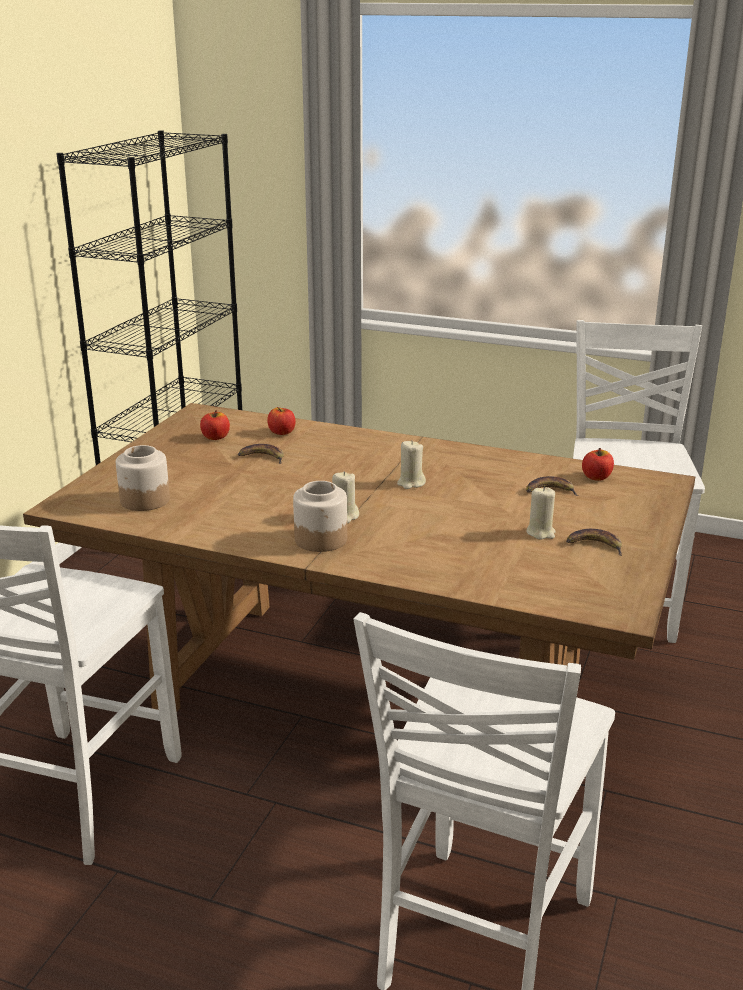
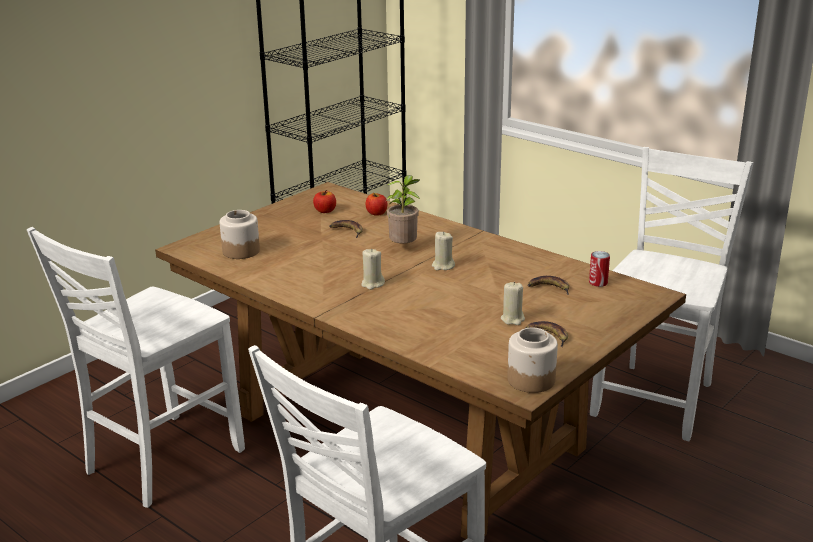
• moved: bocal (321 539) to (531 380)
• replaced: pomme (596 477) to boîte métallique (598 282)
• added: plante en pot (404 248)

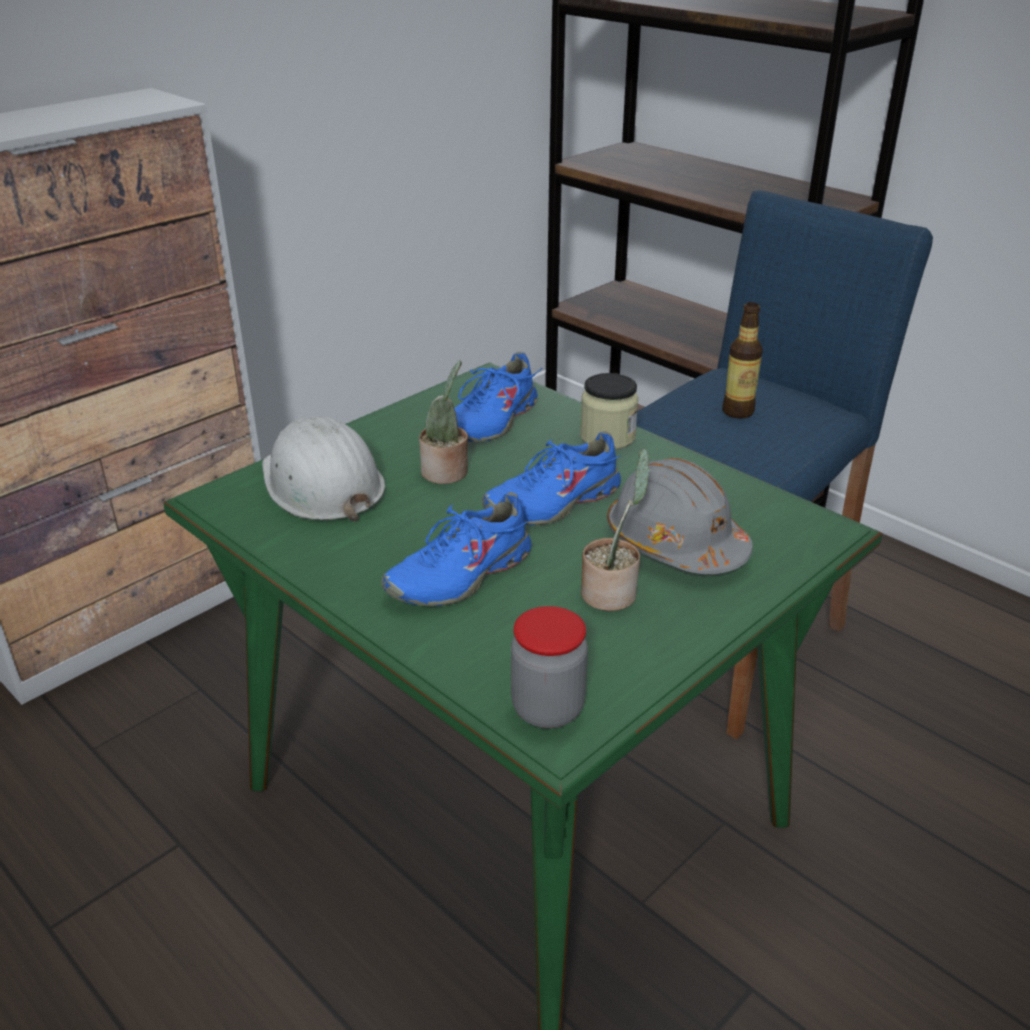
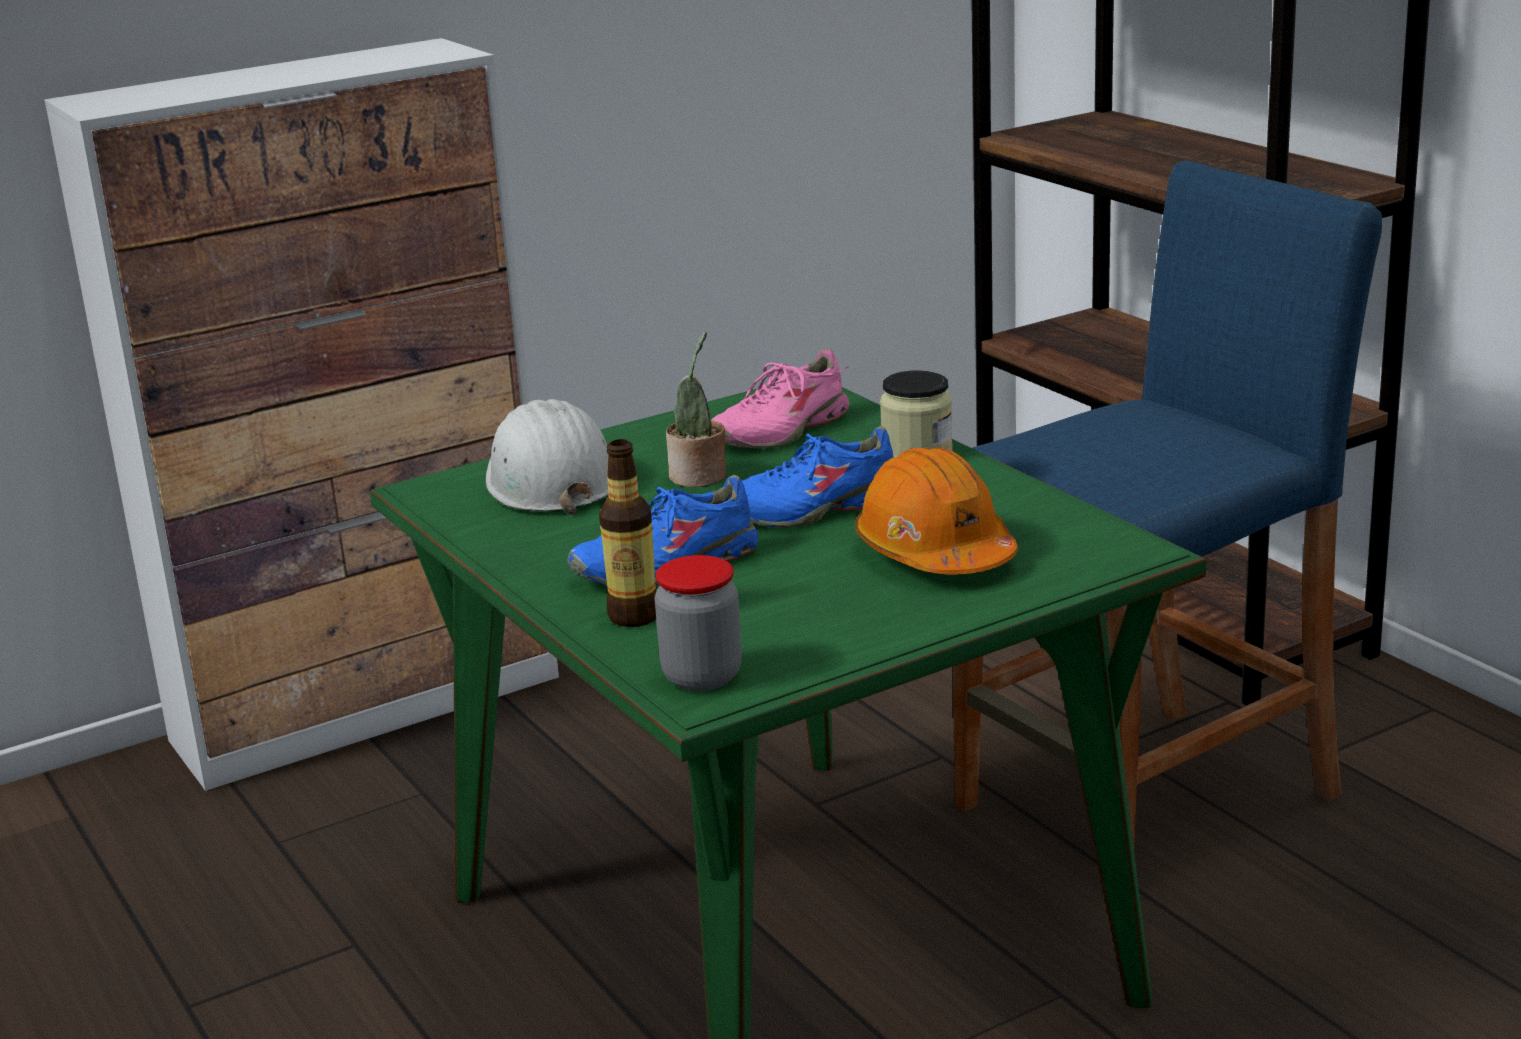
• recoloured: chaussure [bleu] (490 421) to chaussure [rose] (780 431)
• removed: plante en pot (612 592)
• recoloured: casque de chantier [gris] (675 543) to casque de chantier [orange] (935 553)
• moved: bouteille (738 411) to (634 616)

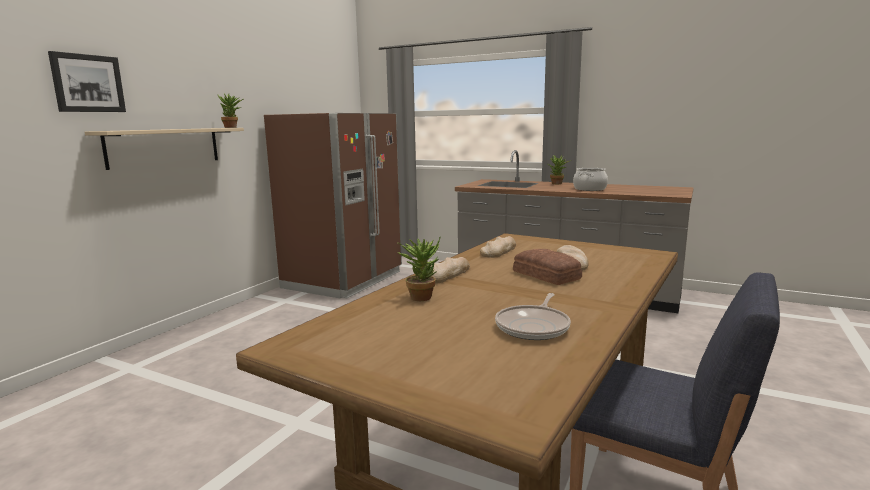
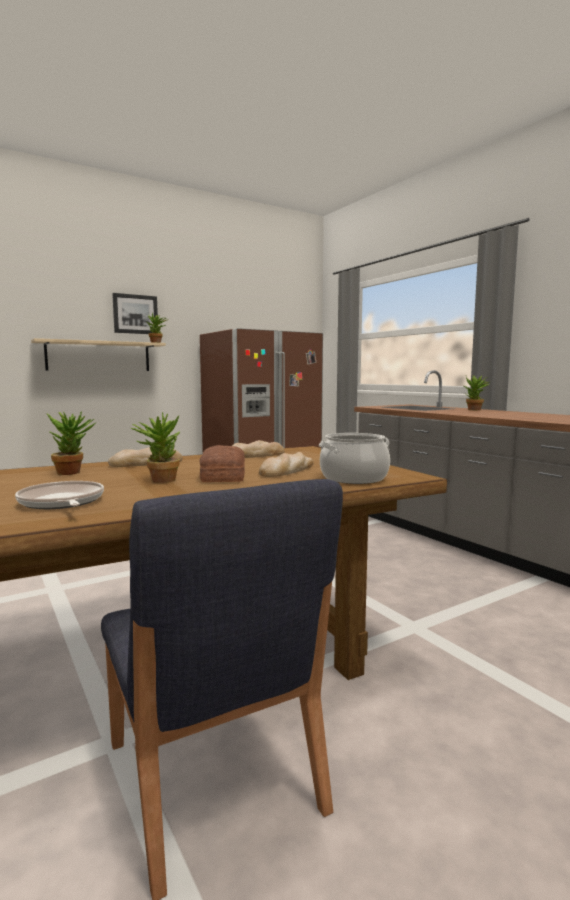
• moved: tableau (88 83) to (135 314)
• turned: poêle (534 327) = (62 503) 90 degrees clockwise
• moved: marmite (590 189) to (354 478)
• added: plante en pot (159 480)

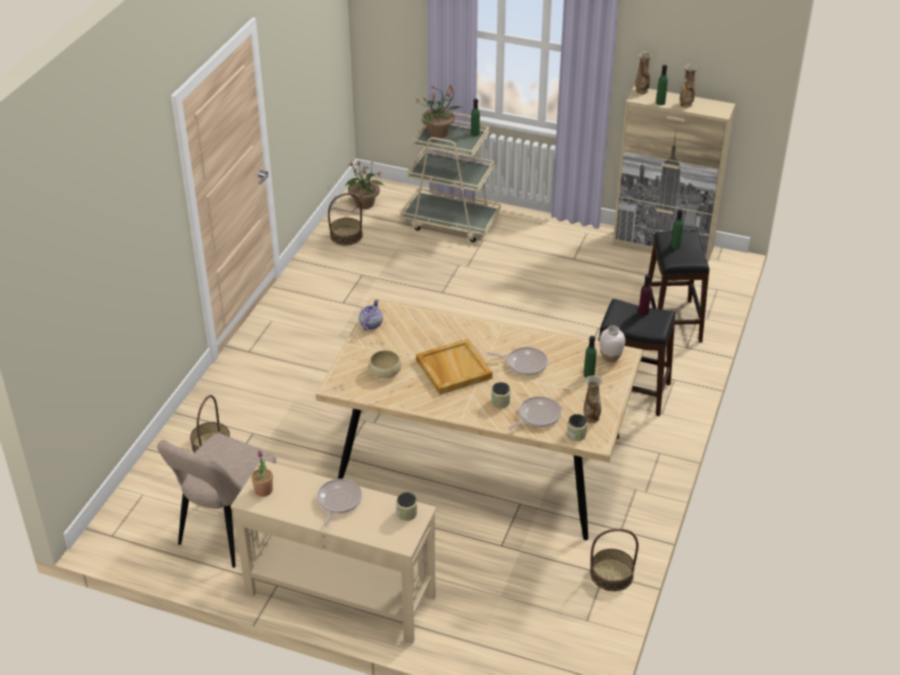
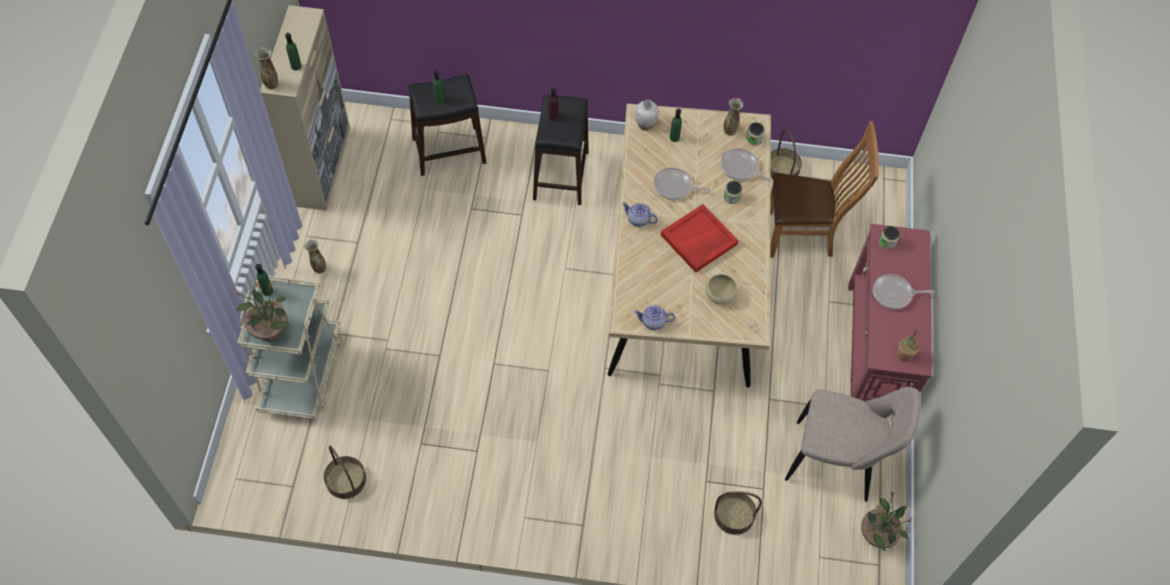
• recoloured: table console [beige] (339 594) to table console [rouge] (873 353)
• moved: plante en pot (365 204) to (877 535)
• recoloured: plateau [beige] (453 369) to plateau [rouge] (698 240)
• turned: poêle (524 364) = (674 186) 75 degrees counterclockwise
• moved: vase (686 104) to (319 268)
• added: théière (638 220)
• added: chaise [marron] (804 235)

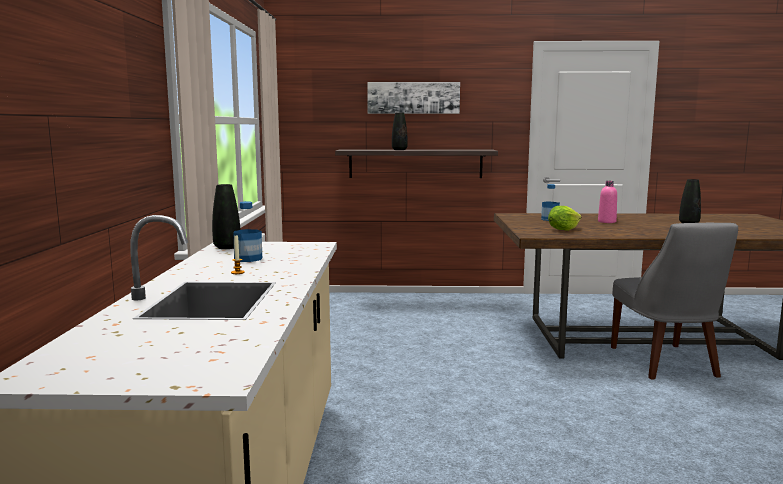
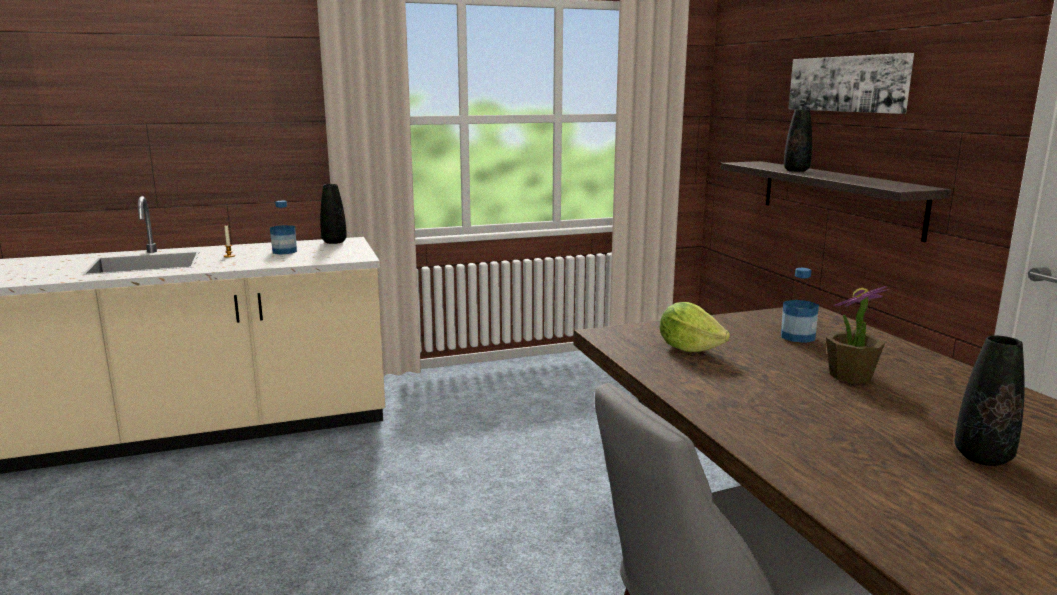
• replaced: bouteille [rose] (607 222) to plante en pot (850 376)

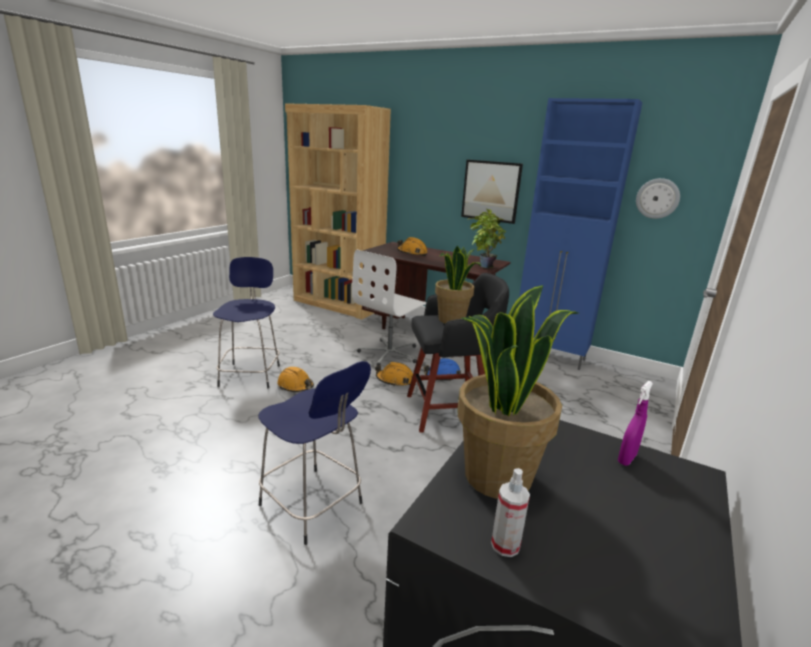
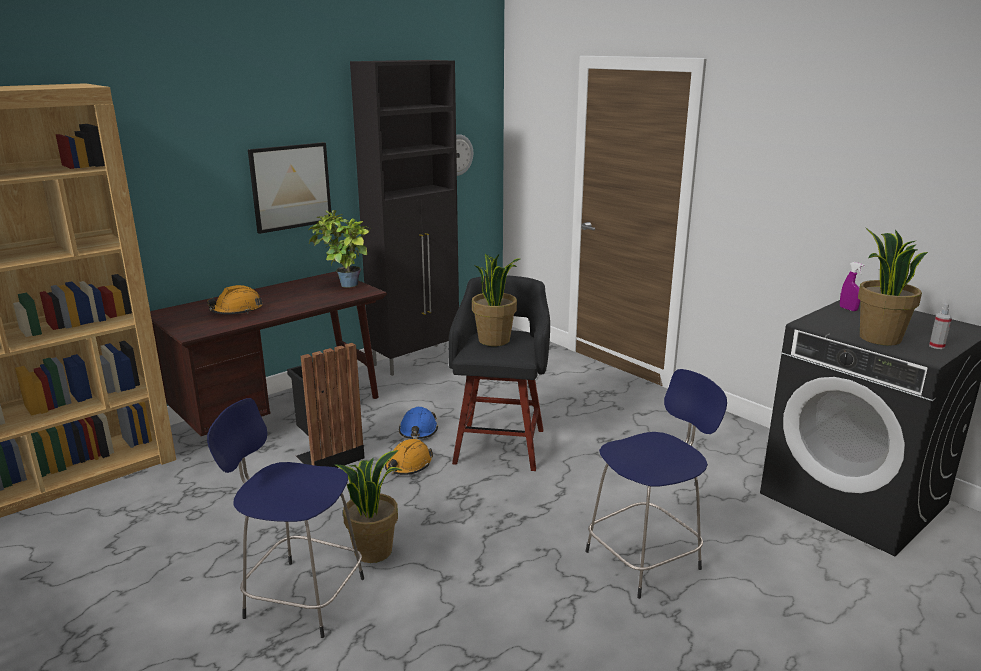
• replaced: casque de chantier [orange] (295 386) to plante en pot (373 550)
• replaced: chaise de bureau [blanc] (390 353) to poubelle [noir] (328 456)
• recoloured: meuble de rangement [bleu] (550 356) to meuble de rangement [noir] (416 359)

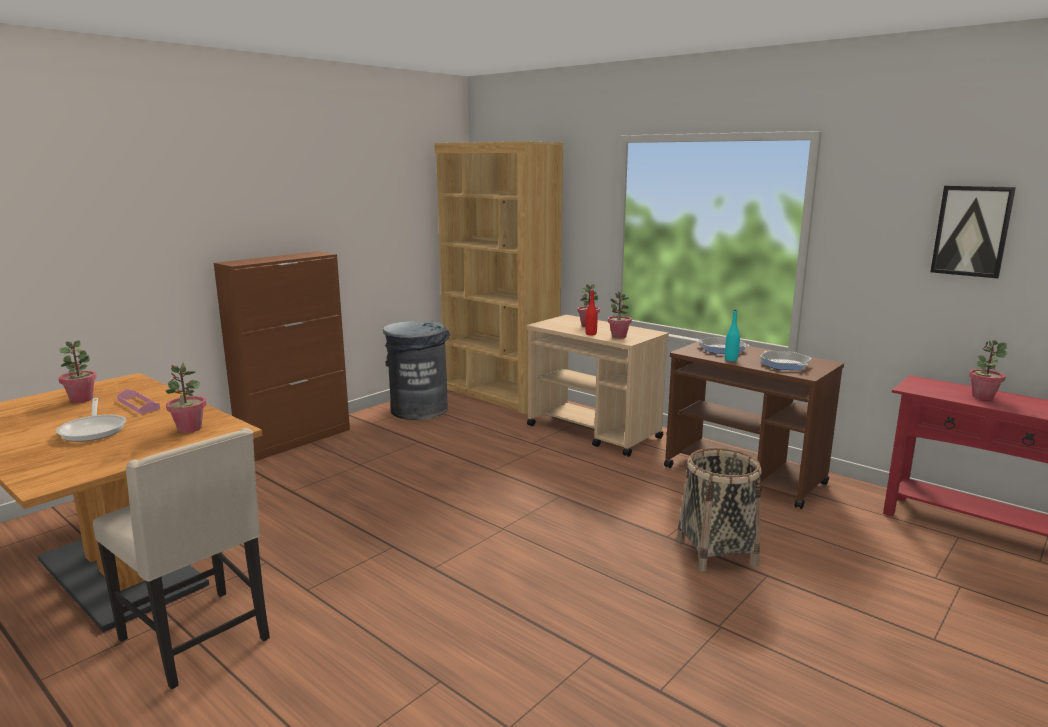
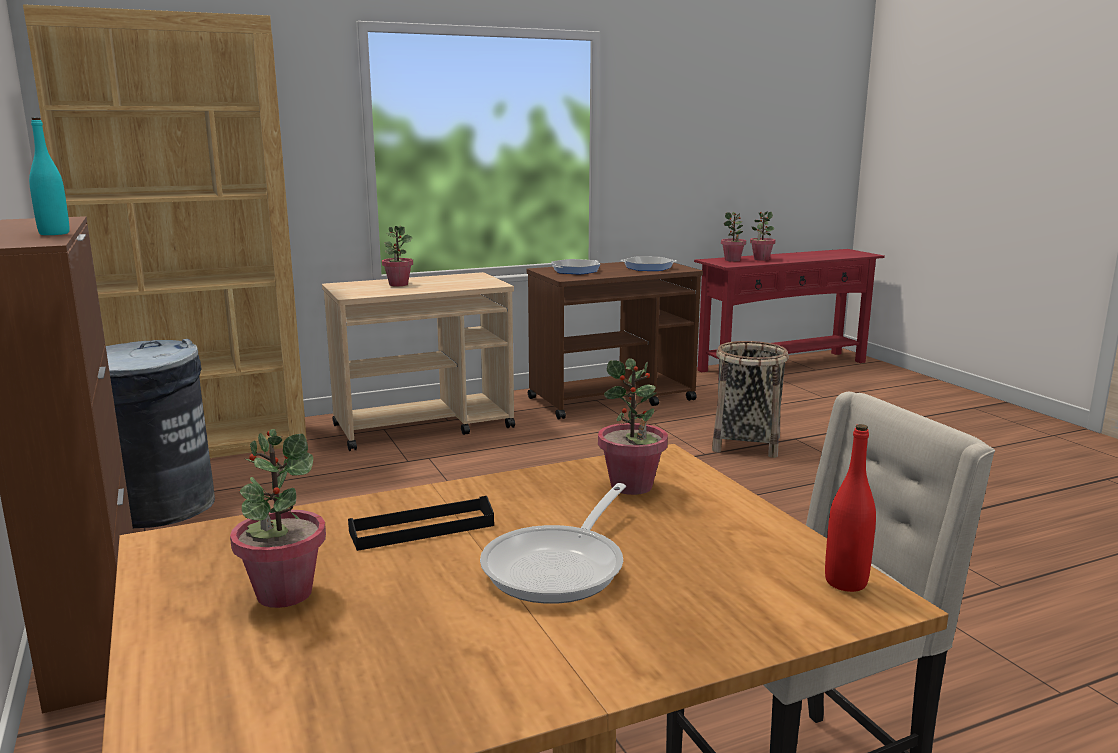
• turned: poêle (94 430) = (560 566) 120 degrees clockwise
• recoloured: plateau [rose] (138 405) to plateau [noir] (422 529)
• moved: bouteille [rouge] (591 334) to (845 582)
• moved: plante en pot (618 336) to (732 260)
• moved: bouteille [turquoise] (731 359) to (54 233)
• removed: tableau (971 231)

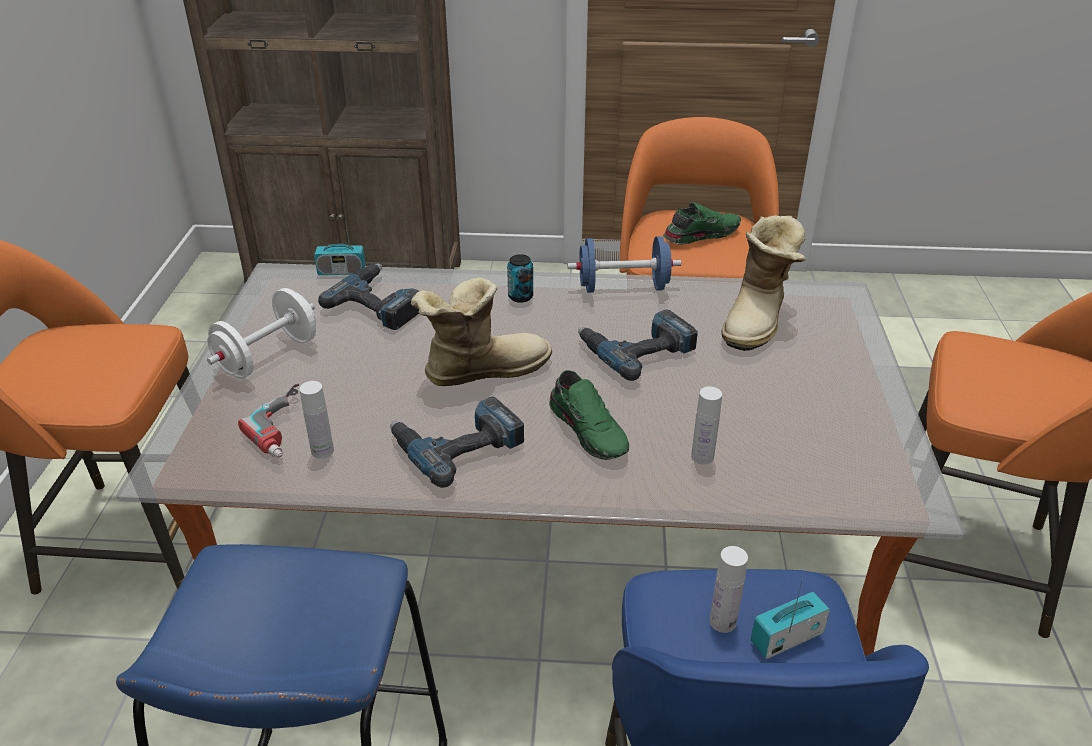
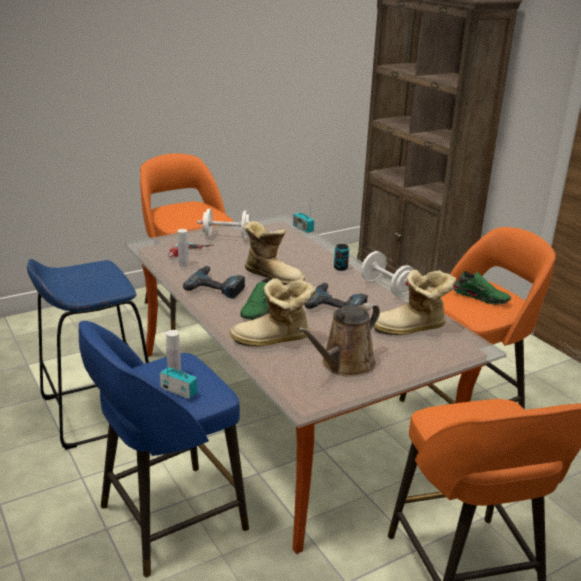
• removed: perceuse (380 303)
• recoloured: haltère [bleu] (623 287) to haltère [blanc] (386 288)
• replaced: bouteille [blanc] (702 457) to botte (273 340)
• added: arrosoir [marron] (344 365)

